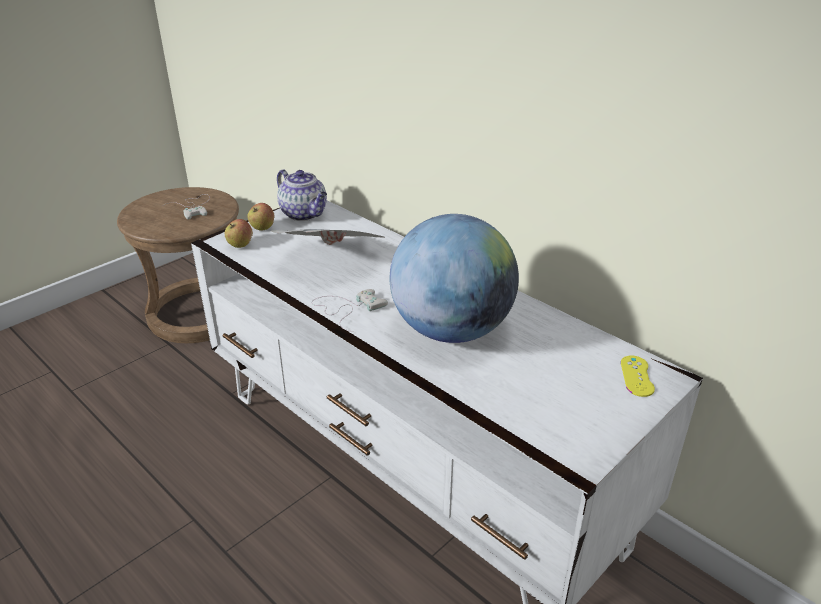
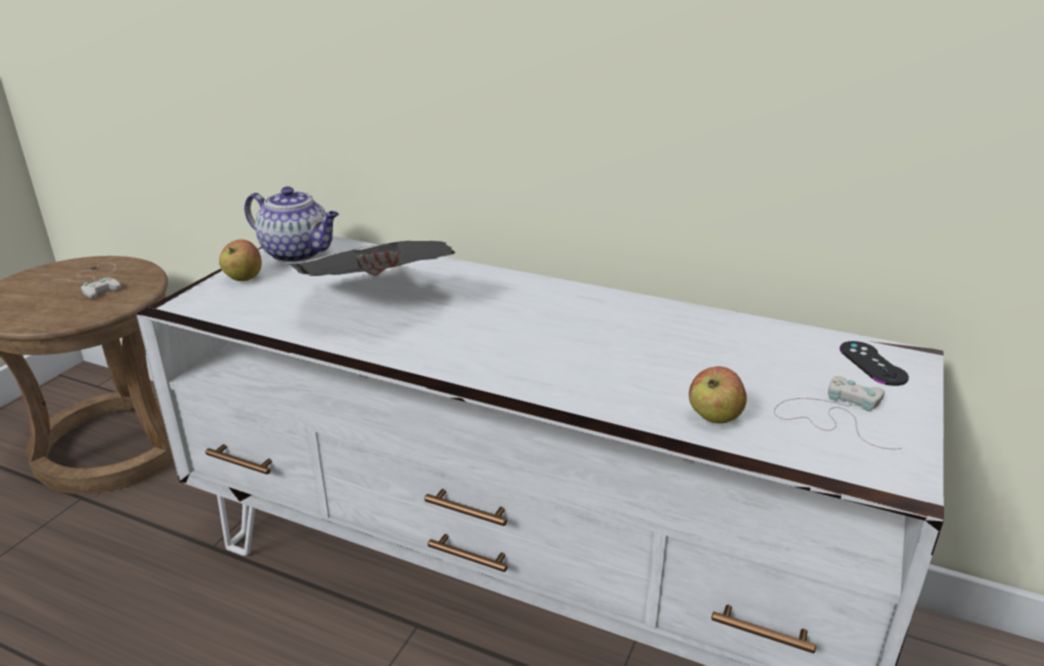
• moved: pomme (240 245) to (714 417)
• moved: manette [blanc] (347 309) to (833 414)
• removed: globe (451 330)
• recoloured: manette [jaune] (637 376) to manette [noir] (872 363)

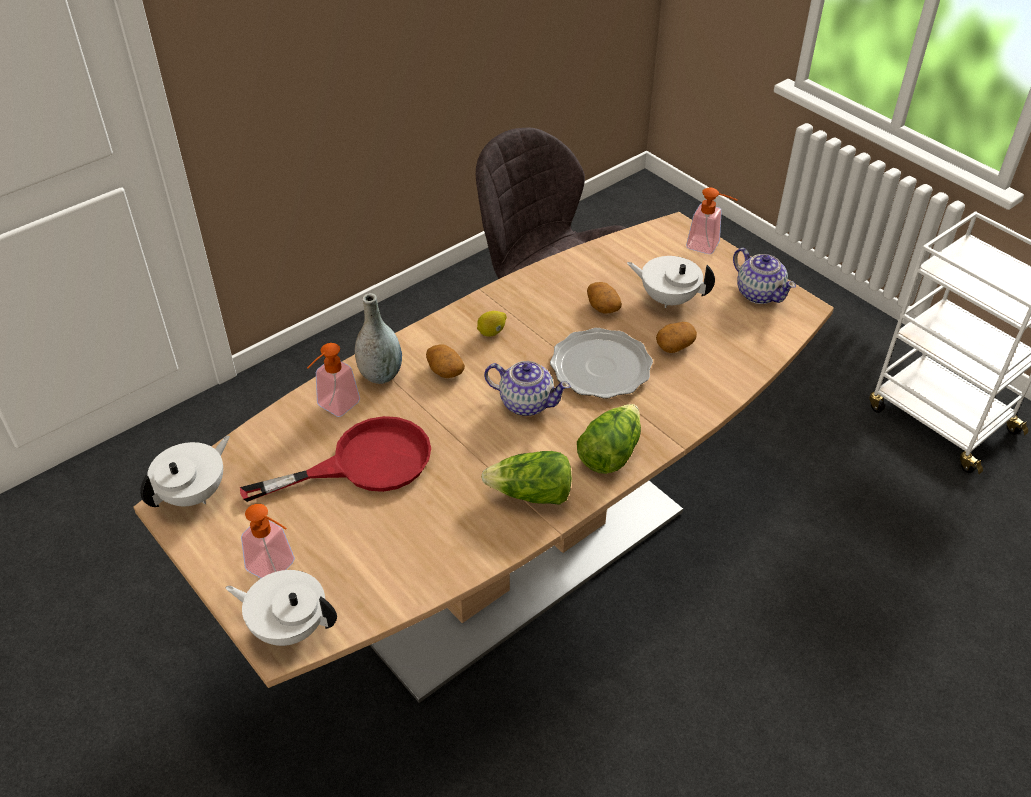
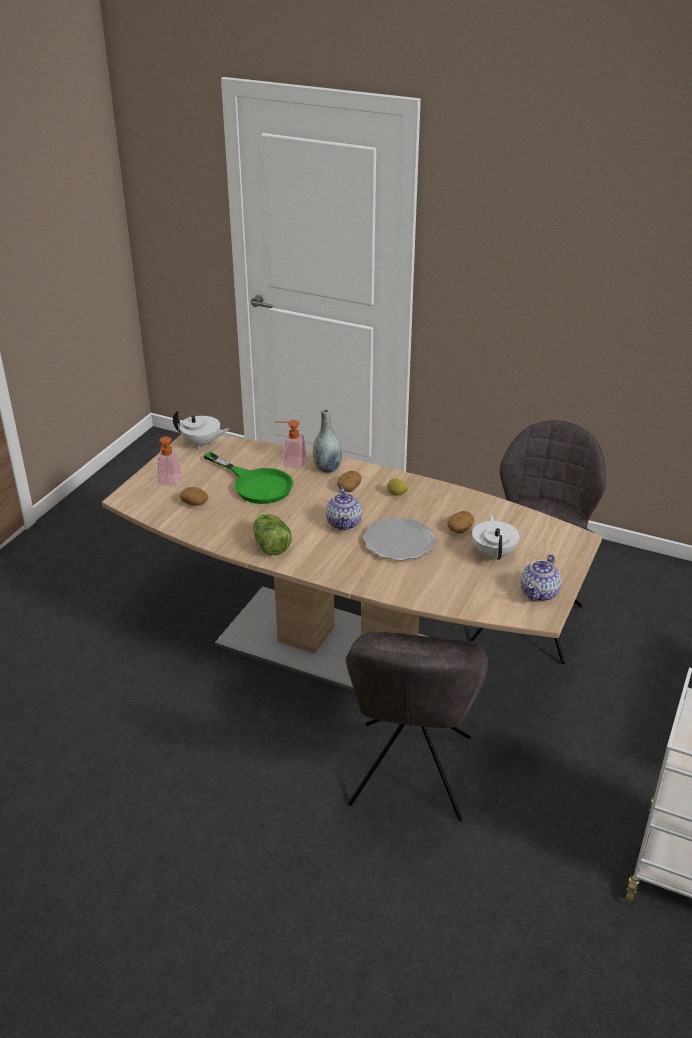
• removed: théière [blanc] (289 626)
• recoloured: poêle [rouge] (364 463) to poêle [vert] (256 484)
• removed: laitue (609 452)
• moved: pomme de terre (675 345) to (195 503)
• removed: distributeur de savon (708 246)
• added: chaise [gris] (410 775)

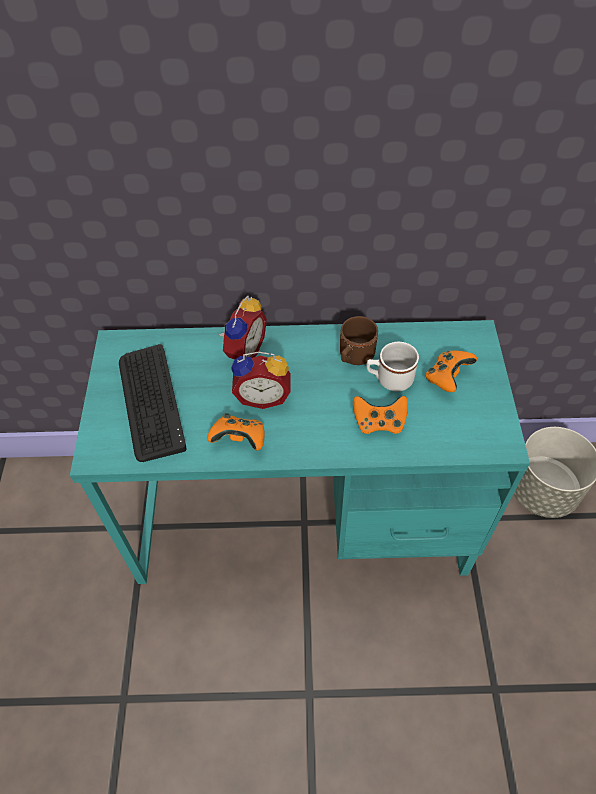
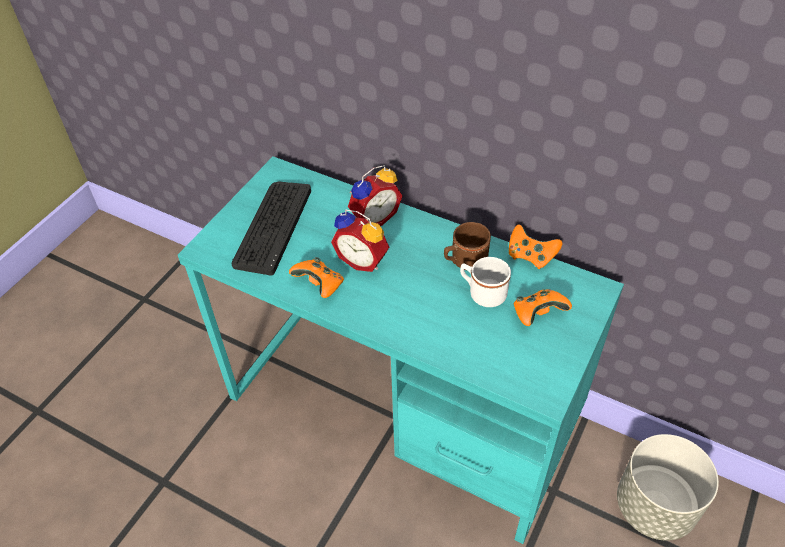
• moved: manette [orange] (379 422) to (530 256)

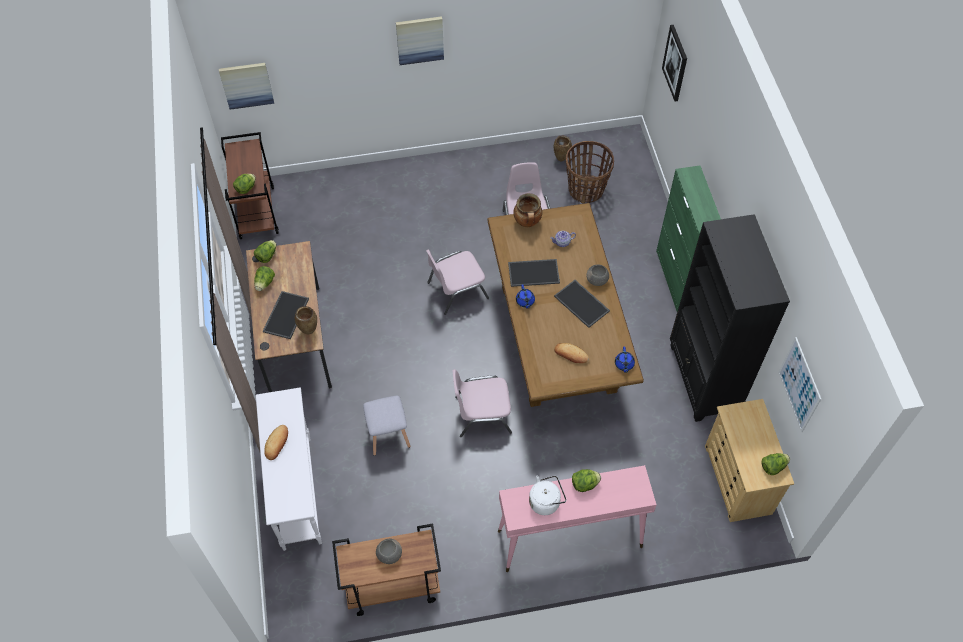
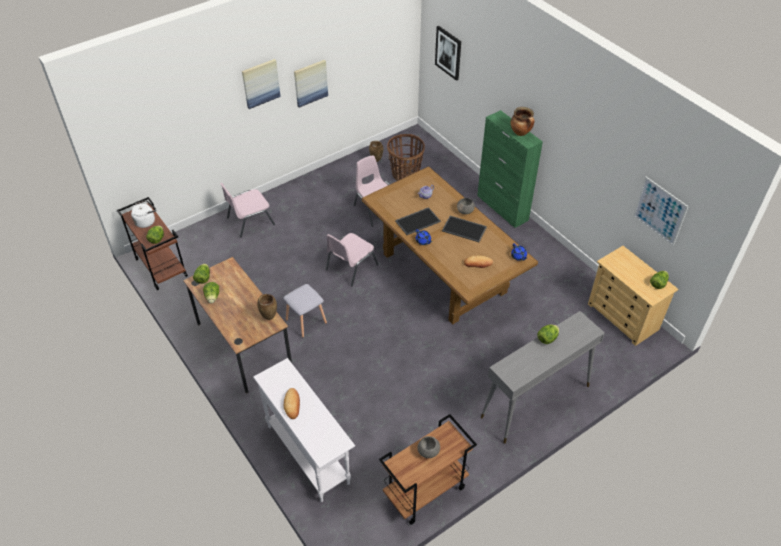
• moved: tableau (246 85) to (310 83)
• removed: plateau (285 314)
• moved: tabouret [gris] (388 435) to (306 321)
• moved: chaise [rose] (482 414) to (249 221)
• recoloured: table console [rose] (569 539) to table console [gris] (535 402)
• moved: marmite (527 222) to (521 133)
• moved: bouilloire [blanc] (546 501) to (146 221)
• removed: bibliothèque [noir] (702 380)

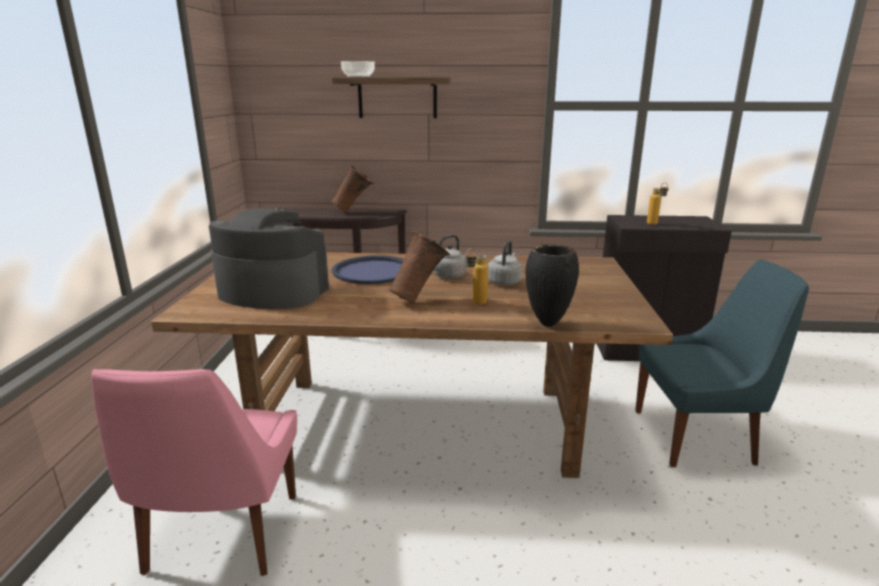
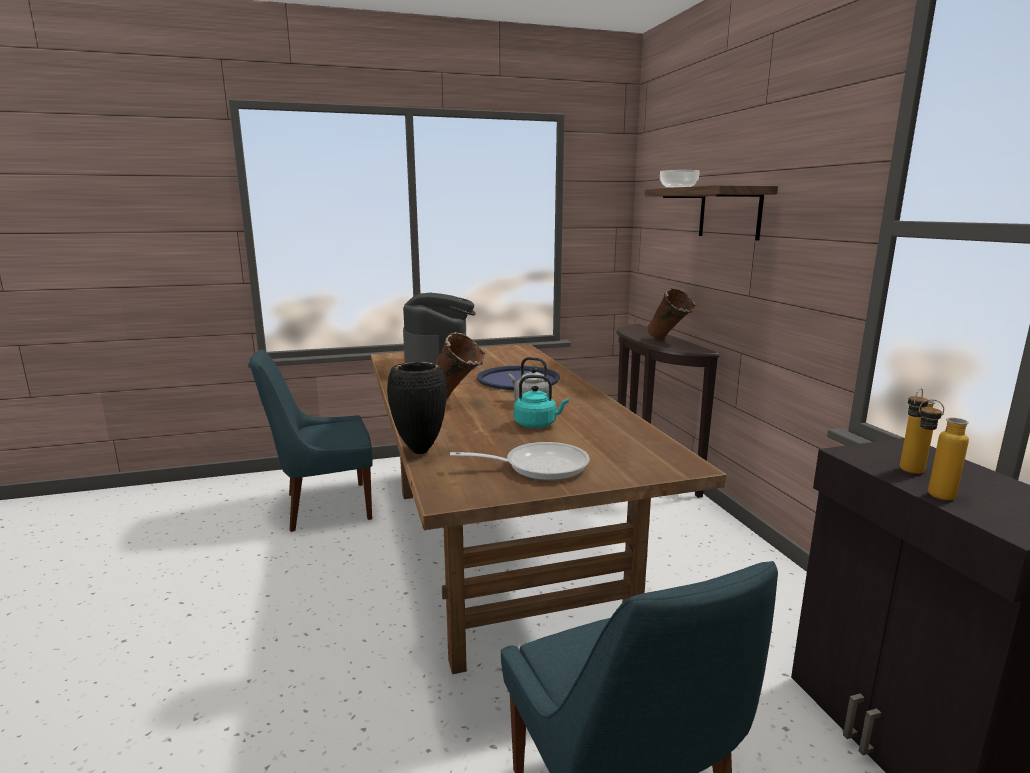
• recoloured: chaise [rose] (221 537) to chaise [bleu] (324 507)
• moved: bouteille (475 304) to (929 493)
• recoloured: bouilloire [gris] (504 282) to bouilloire [turquoise] (537 424)
• added: poêle (538 466)

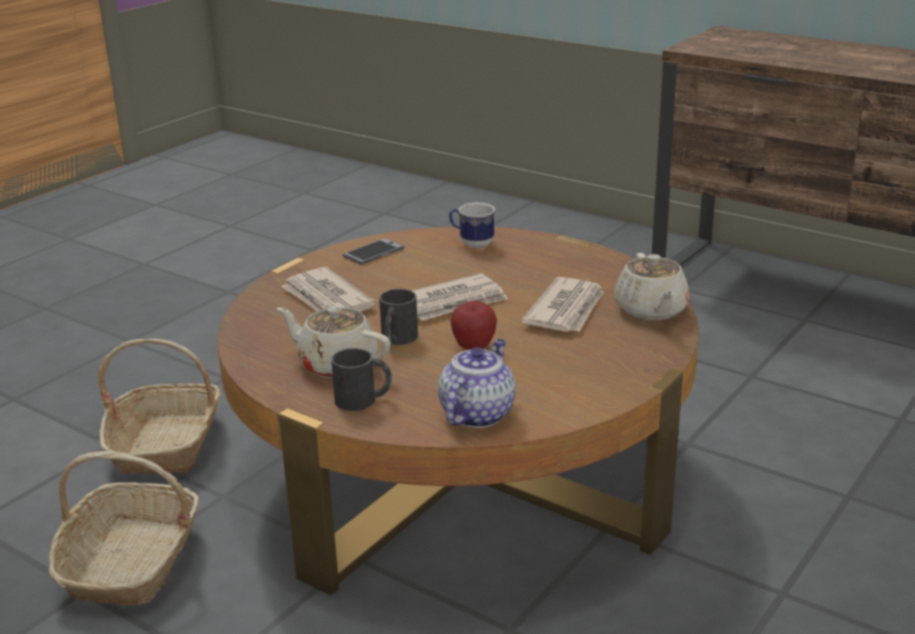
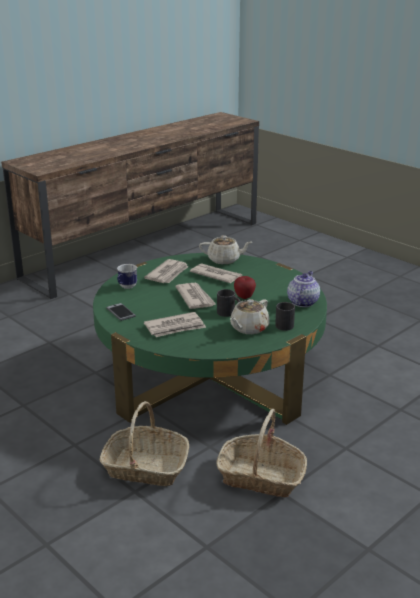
• recoloured: table basse [marron] (461 466) to table basse [vert] (209 373)
• turned: théière (477 413) = (302 302) 75 degrees clockwise
• added: journal (168 274)

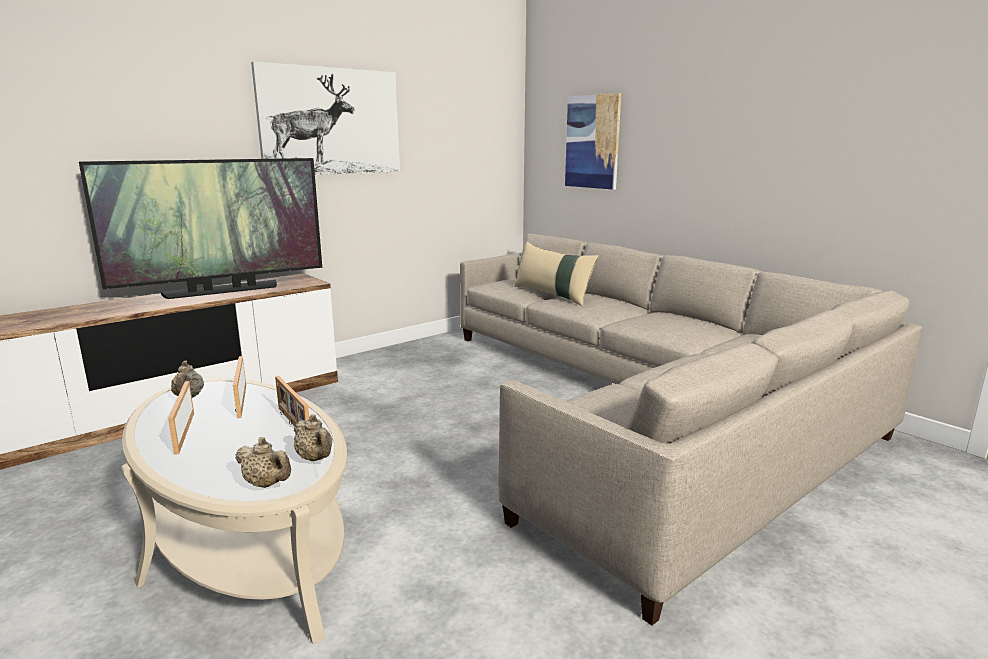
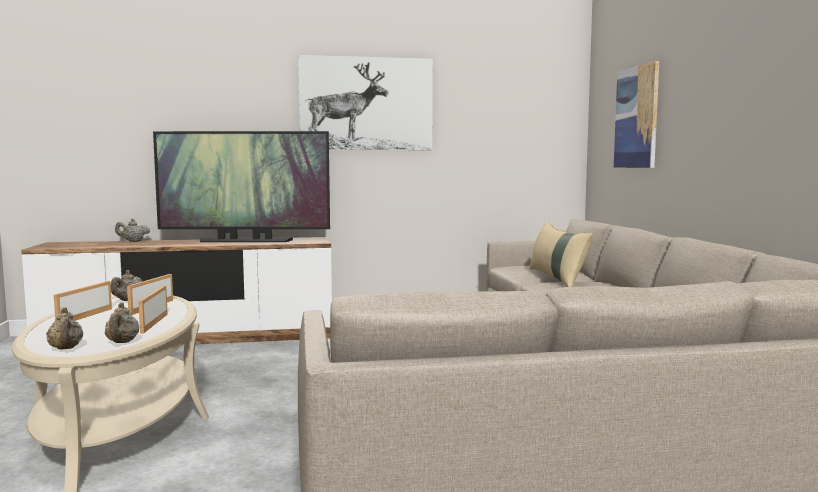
• added: théière [beige] (133 241)

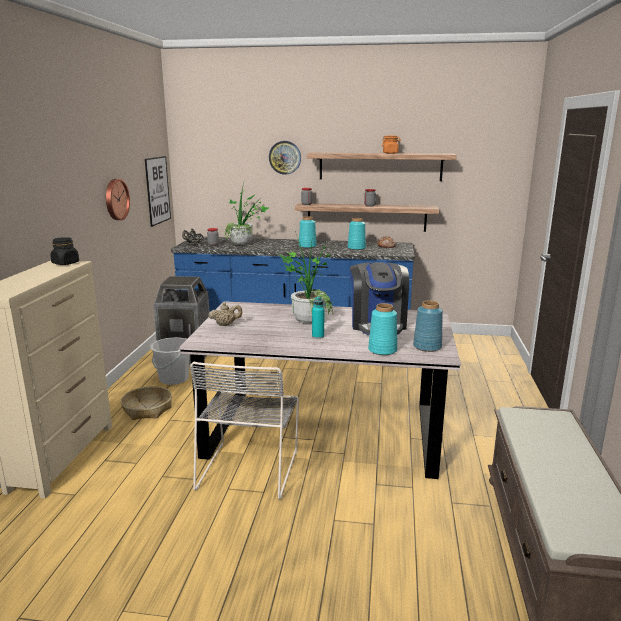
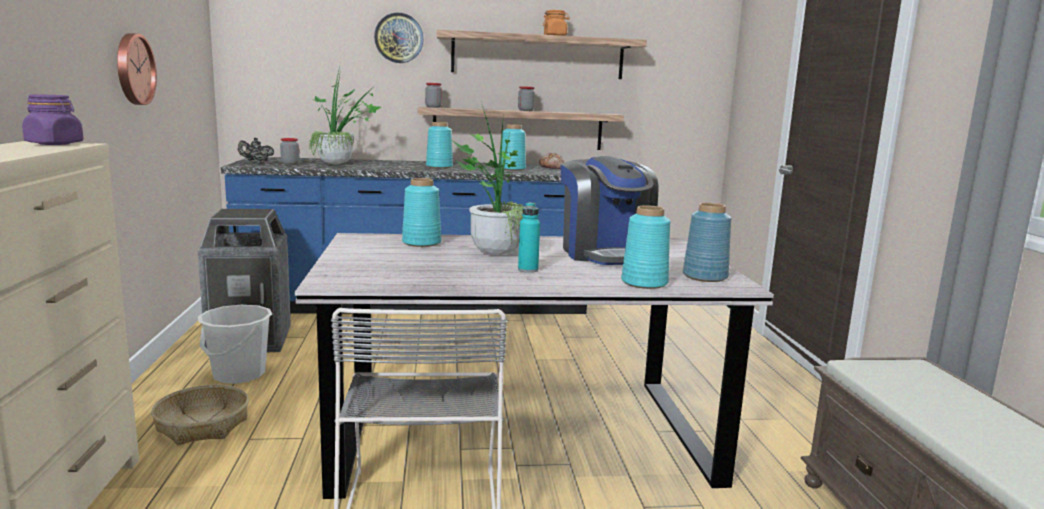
• recoloured: bocal [noir] (65 263) to bocal [violet] (55 144)
• removed: tableau (157 190)
• removed: théière [beige] (226 324)
• added: vase [turquoise] (421 243)

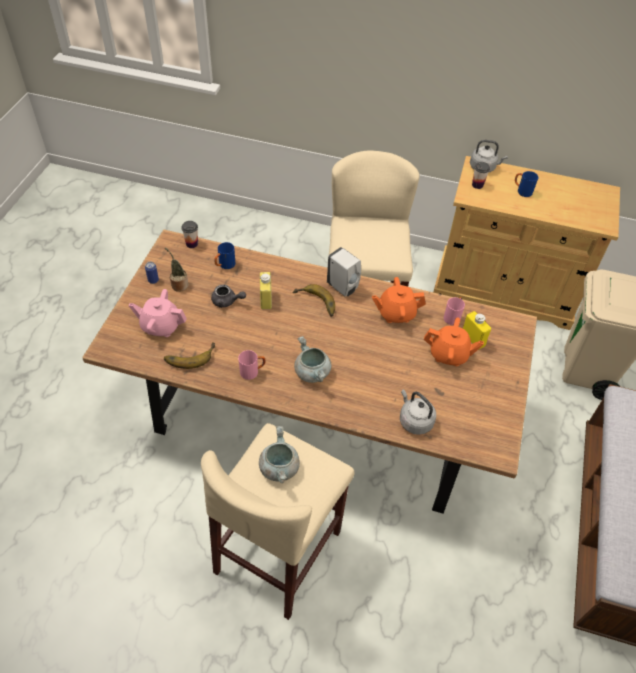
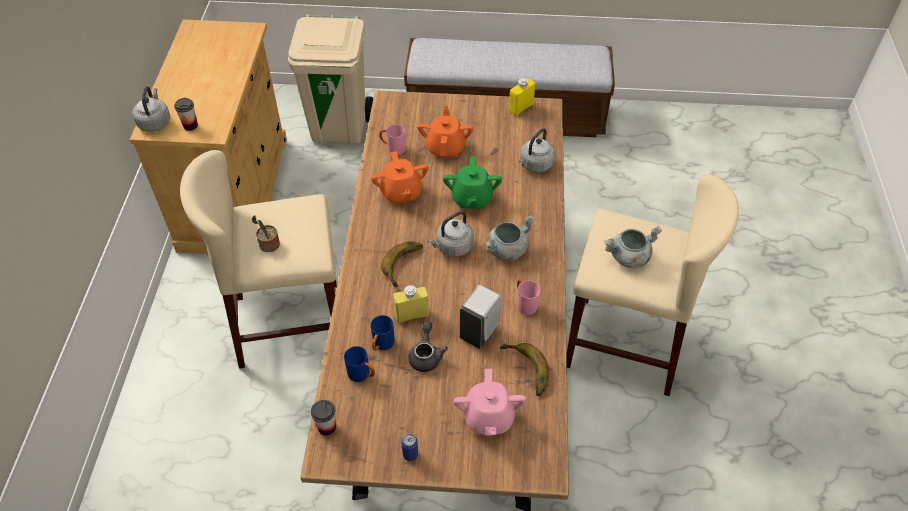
• moved: plante en pot (179 284) to (268 245)
• moved: distributeur de savon [blanc] (343 288) to (480 331)
• moved: bouteille [jaune] (473 339) to (521 108)
• moved: mug [bleu] (522 191) to (381 345)
• added: bouilloire [gris] (452 247)
• added: théière [vert] (471 199)

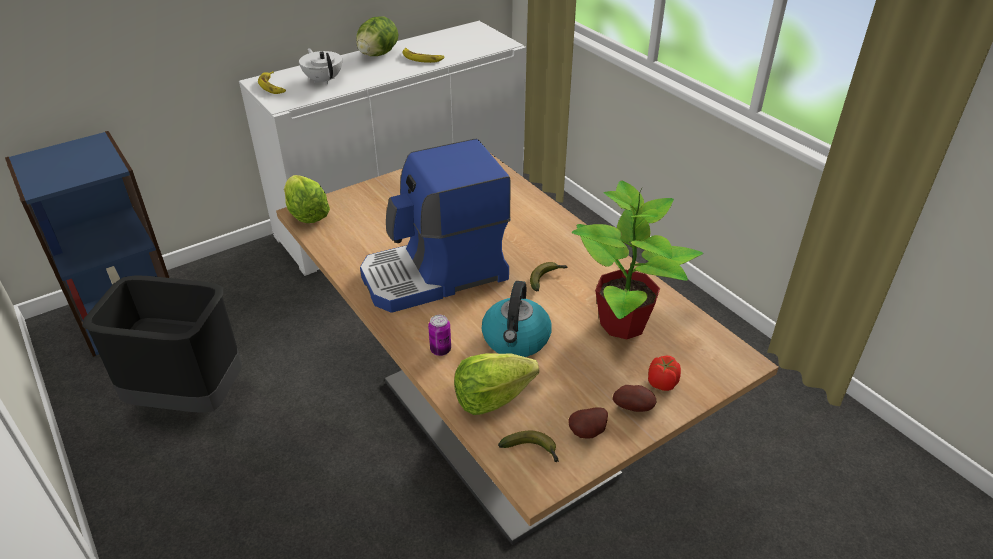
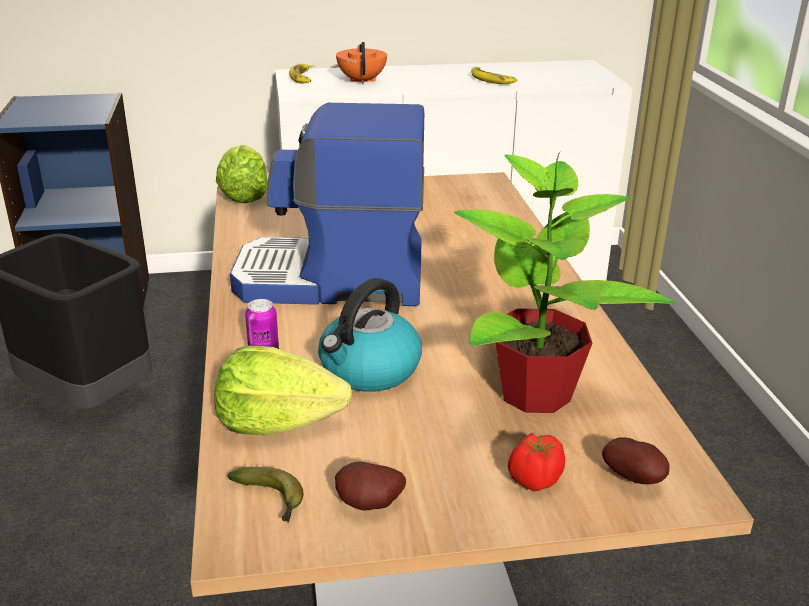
• recoloured: théière [blanc] (323 80) to théière [orange] (362 81)
• removed: laitue (378 54)
• removed: banane (547 279)
• moved: pomme de terre (633 407) to (635 478)

